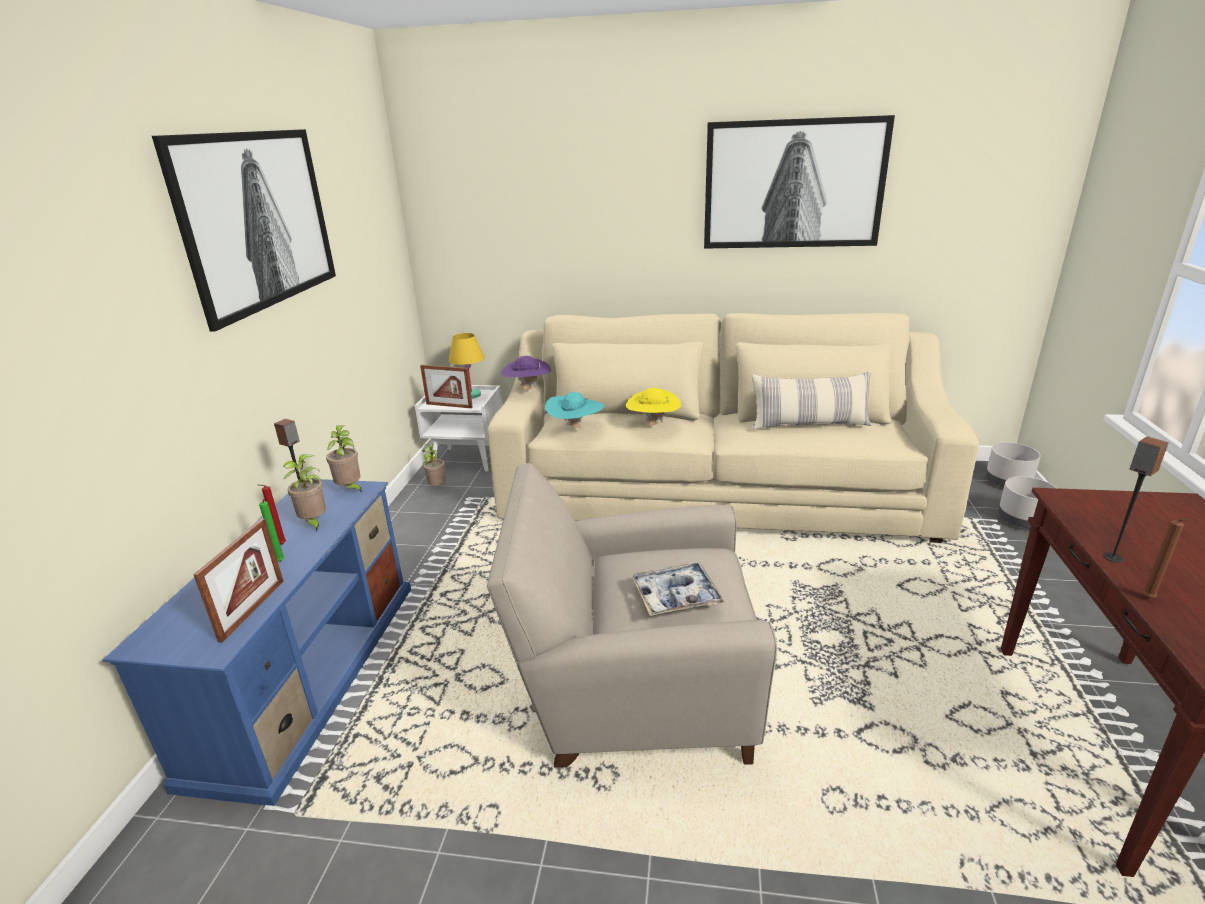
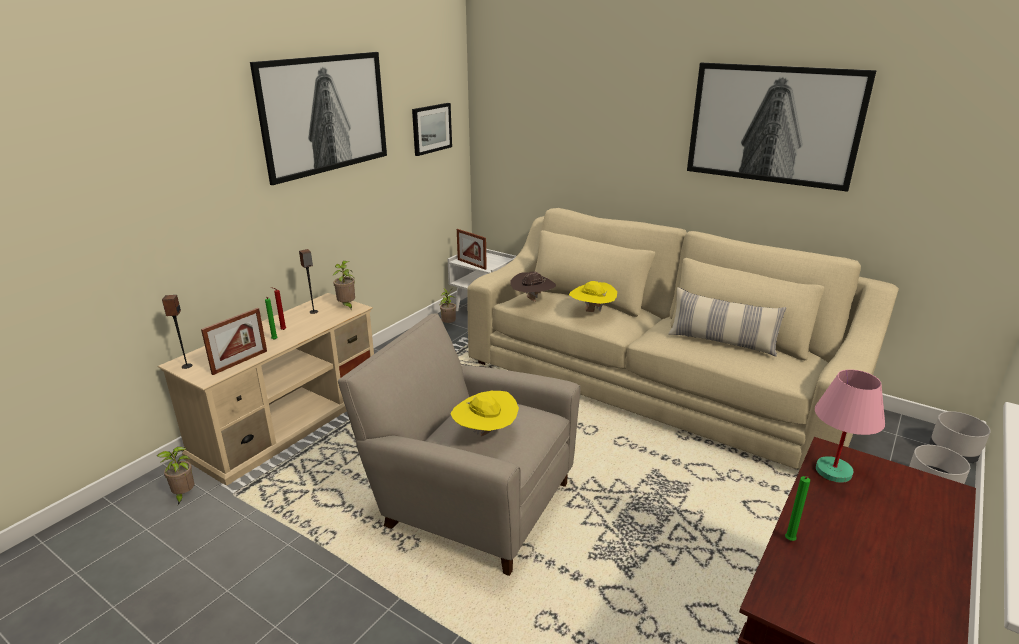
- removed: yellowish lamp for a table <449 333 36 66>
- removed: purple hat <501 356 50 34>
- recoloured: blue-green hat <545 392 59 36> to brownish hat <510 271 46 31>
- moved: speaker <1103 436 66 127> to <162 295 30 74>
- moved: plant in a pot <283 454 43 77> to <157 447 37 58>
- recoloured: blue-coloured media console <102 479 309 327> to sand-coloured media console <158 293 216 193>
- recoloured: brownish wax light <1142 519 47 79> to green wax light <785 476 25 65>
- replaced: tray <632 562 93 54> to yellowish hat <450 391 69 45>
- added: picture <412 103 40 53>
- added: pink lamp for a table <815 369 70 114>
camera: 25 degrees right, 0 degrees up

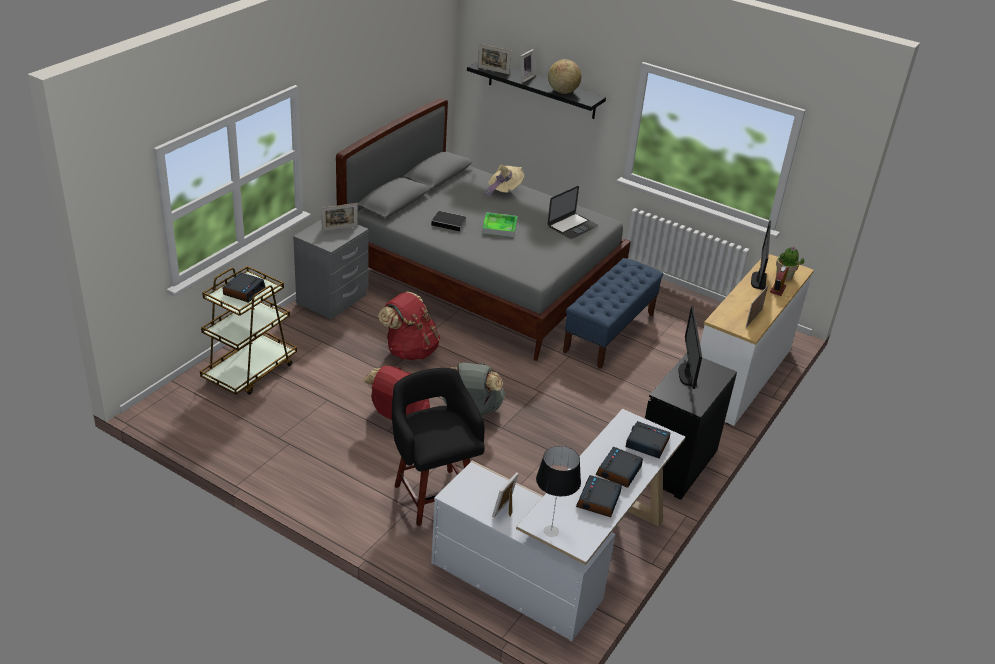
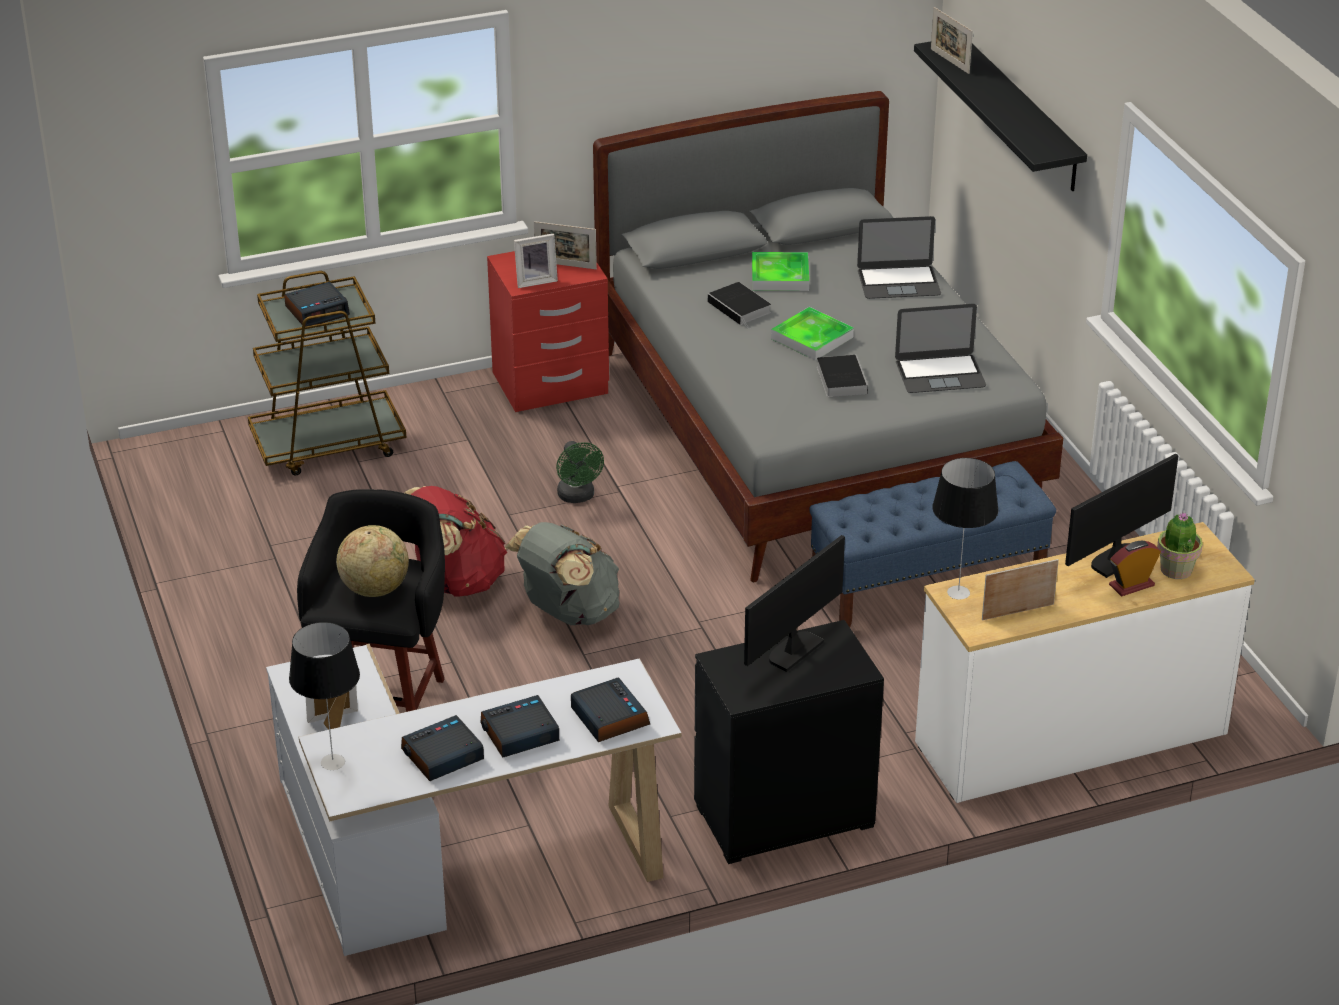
- moved: standing frame <521 49 14 34> to <514 233 44 55>
- moved: desk globe <548 59 33 35> to <336 525 73 72>
- replaced: sand-coloured hat <484 164 40 34> to notebook computer <857 216 84 83>
- recoloured: gray night table <293 220 76 99> to reddish night table <487 251 122 161>
- replaced: reddish backpack <378 291 62 69> to green fan <556 441 48 62>
- added: tray <752 252 57 39>
- added: book <817 355 51 42>
- added: lamp for a table <932 458 66 141>
camera: 40 degrees right, 0 degrees up

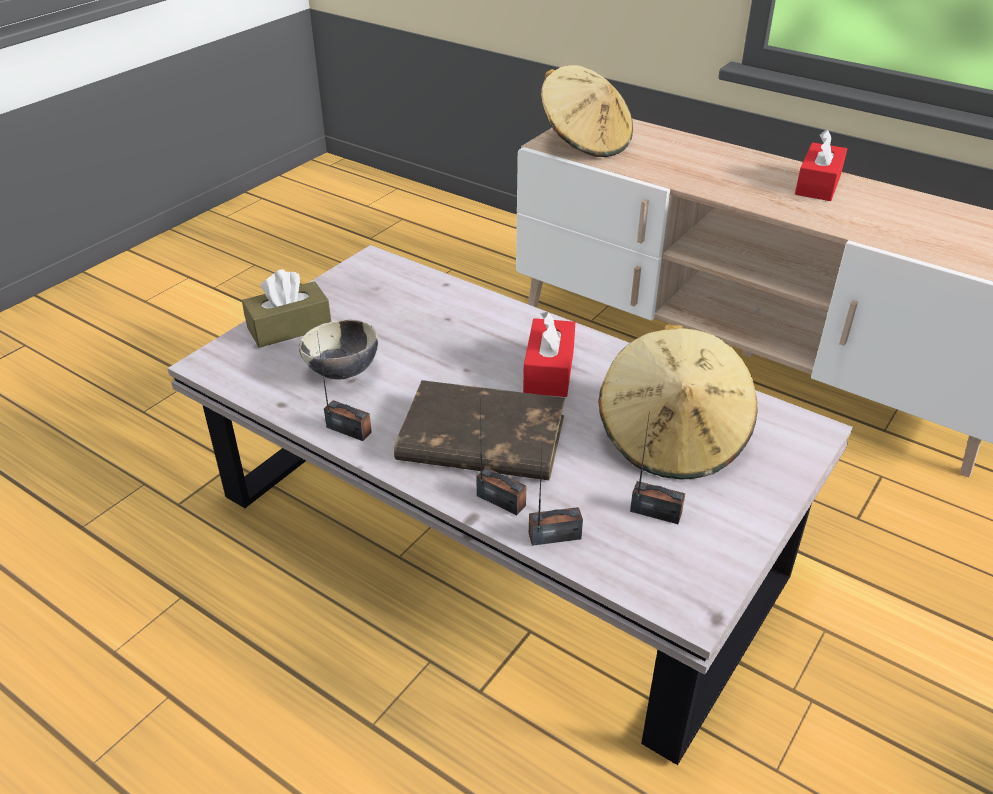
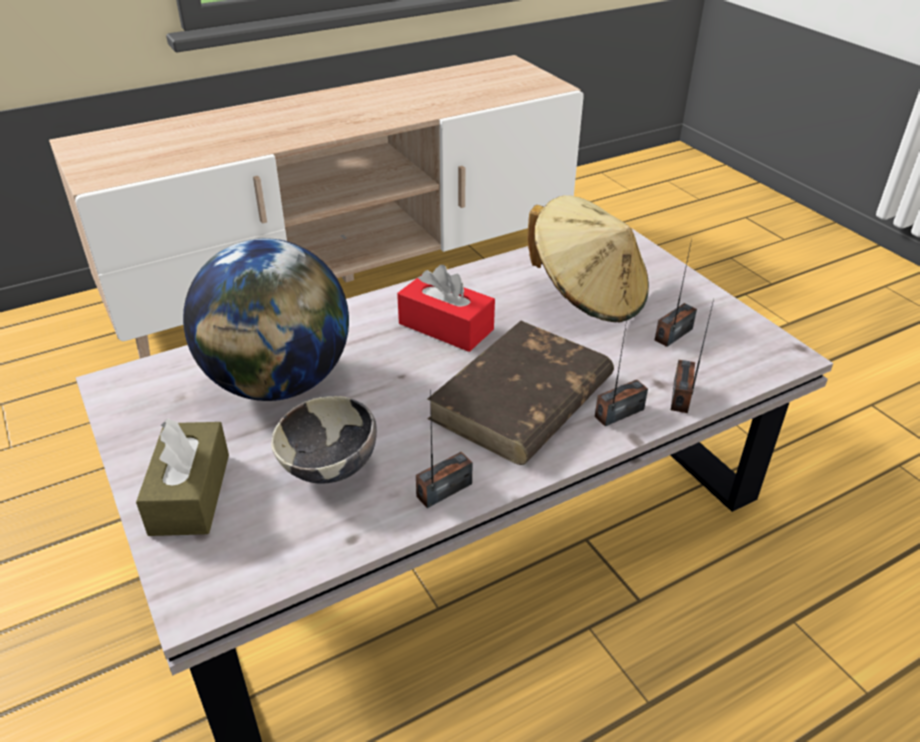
- removed: sand-coloured hat <541 65 92 92>
- removed: reddish tissue holder <795 129 52 72>
- added: desk globe <183 238 166 163>
camera: 65 degrees left, 0 degrees up

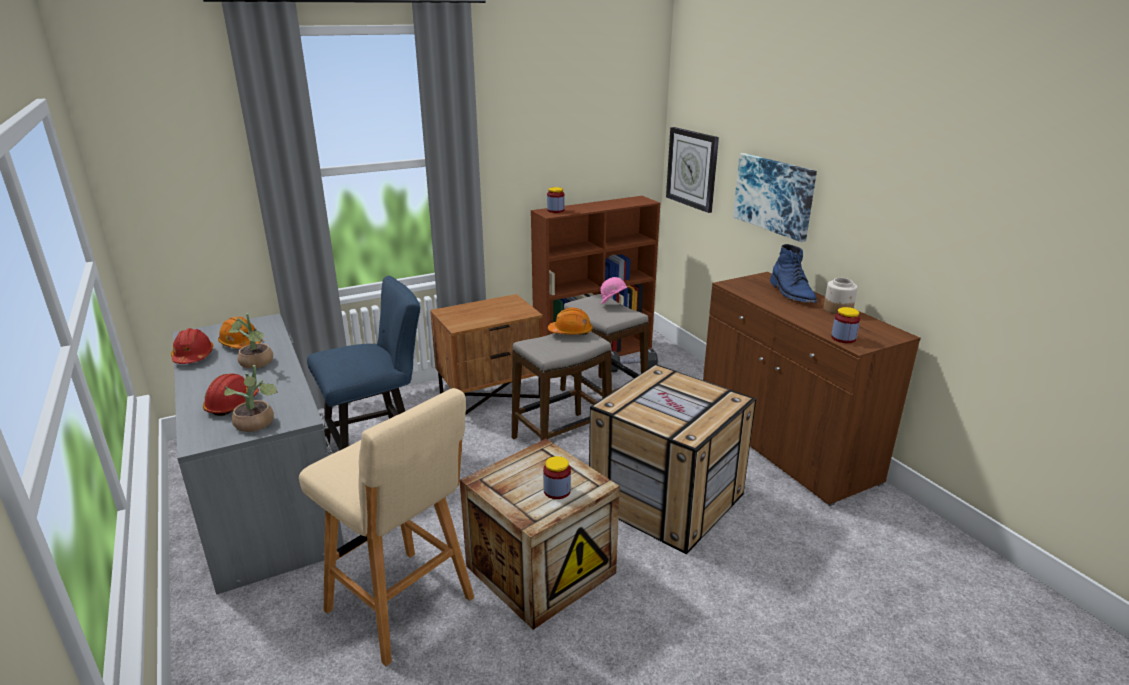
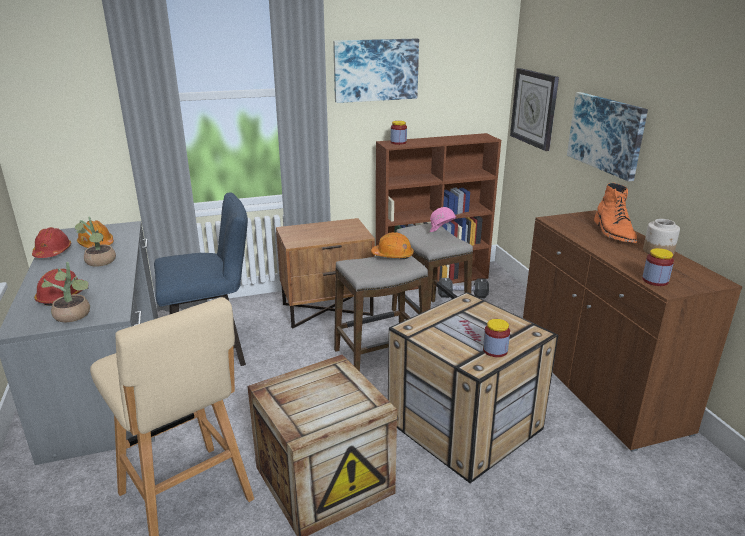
- recoloured: blue-coloured boot <770 244 47 59> to orange-coloured boot <594 183 43 60>
- moved: jar <543 456 28 43> to <483 319 27 38>
- added: picture <333 39 86 64>
camera: 10 degrees right, 0 degrees up

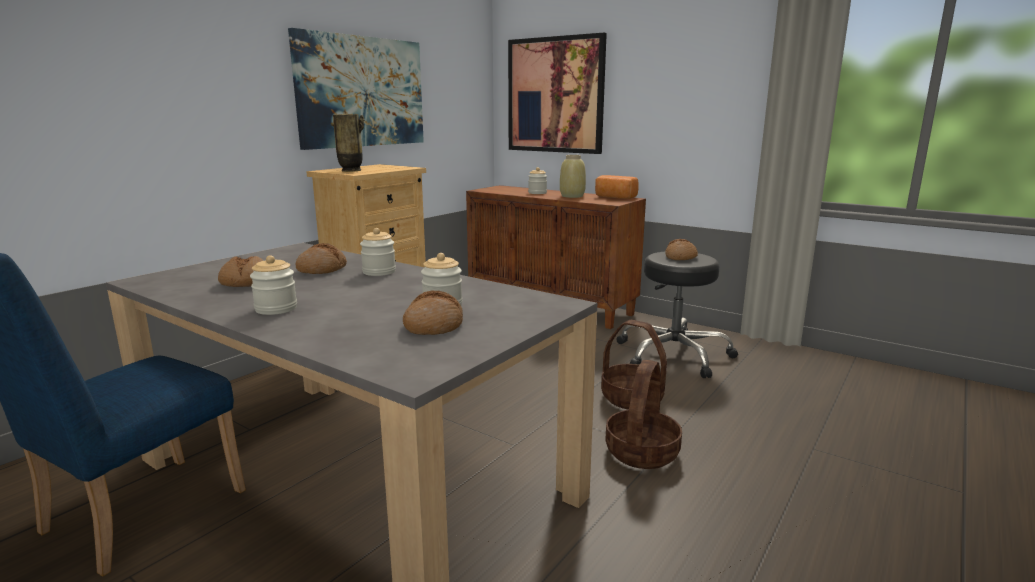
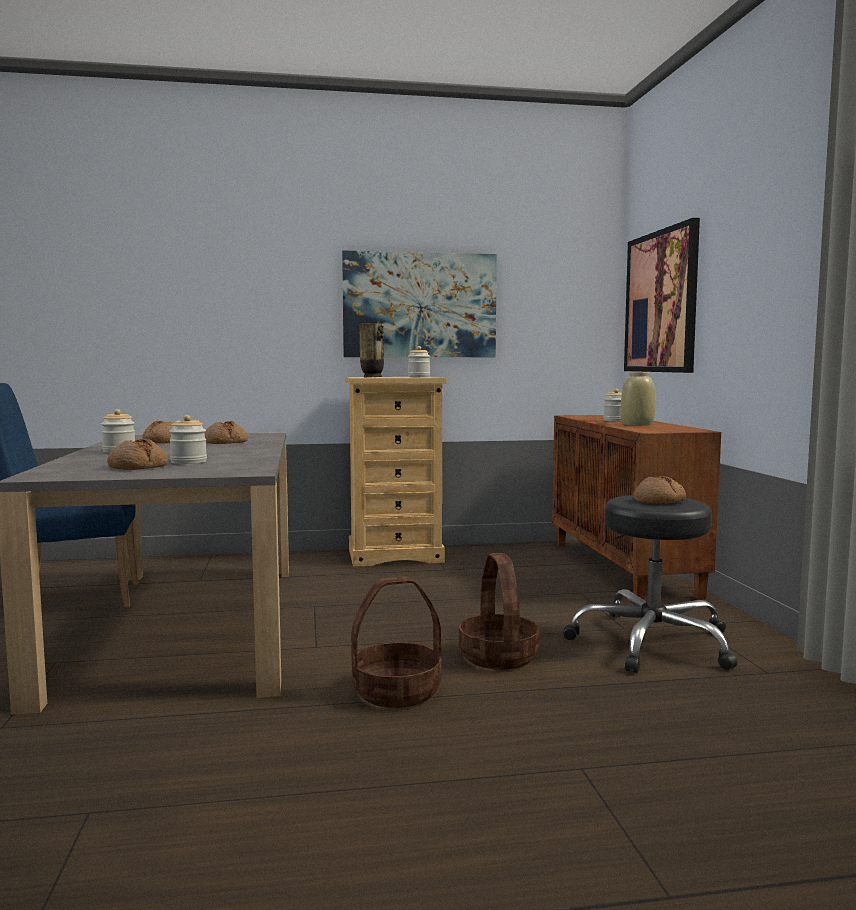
- removed: bread <595 175 44 24>
- moved: jar <360 228 36 48> to <408 346 22 31>
camera: 45 degrees right, 10 degrees down

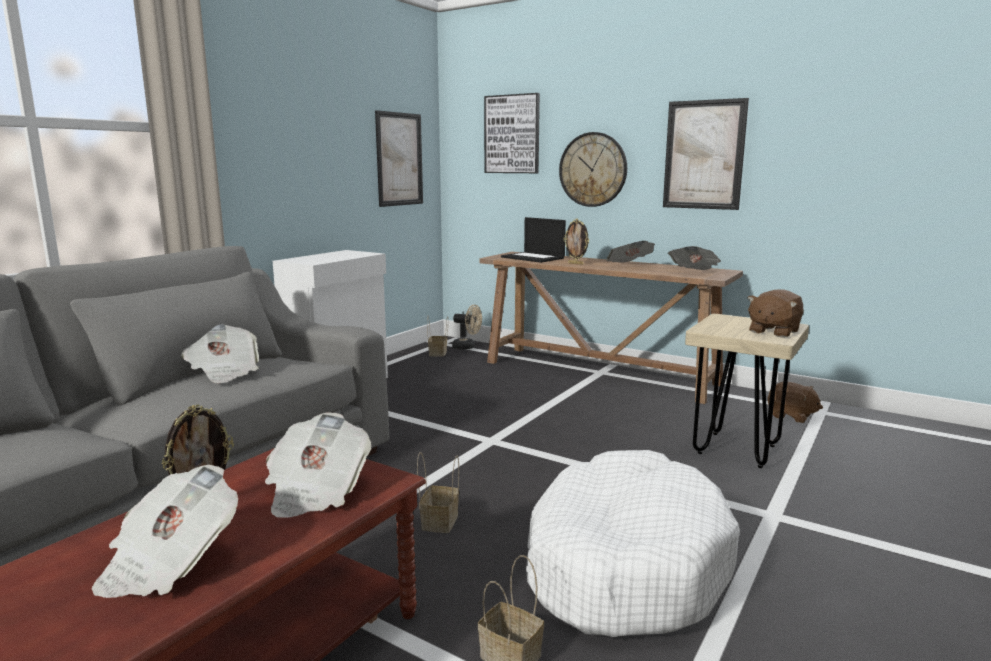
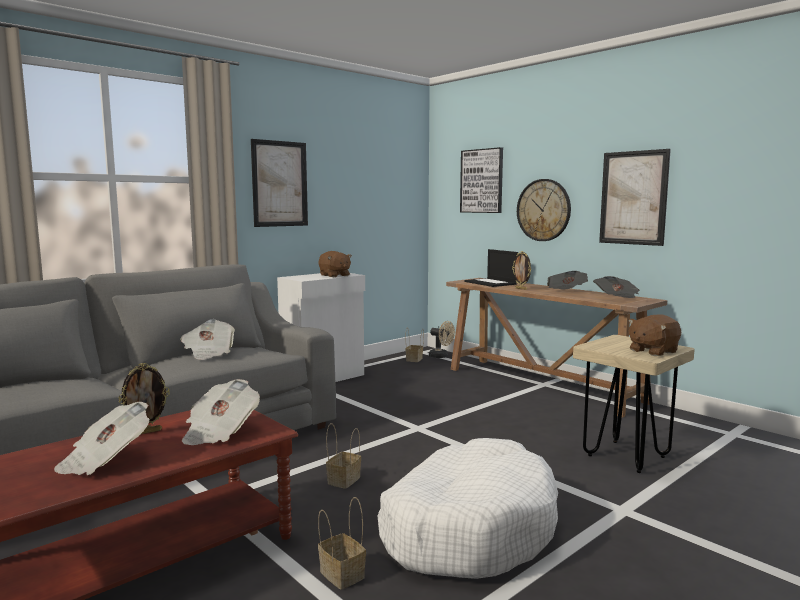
- moved: picture <375 110 48 97> to <251 139 57 88>
- moved: brownish plush toy <767 382 56 41> to <319 251 33 26>
camera: 15 degrees right, 5 degrees down

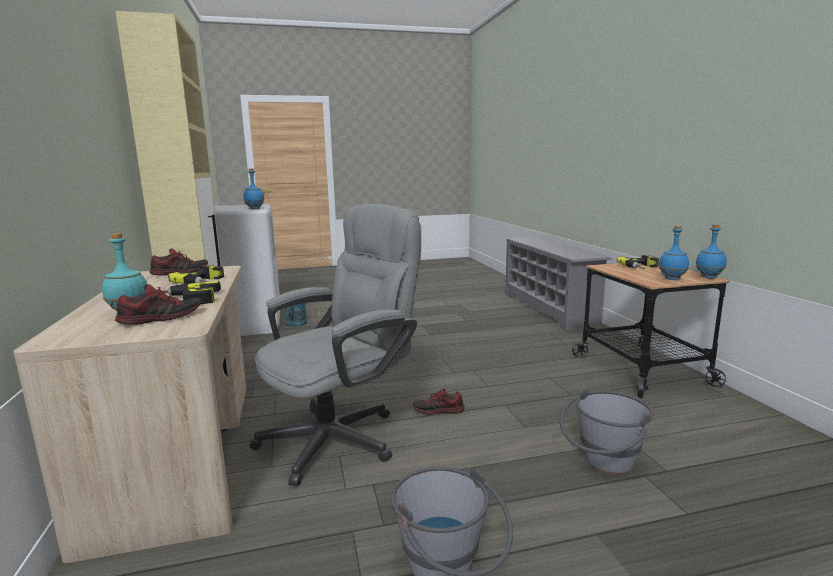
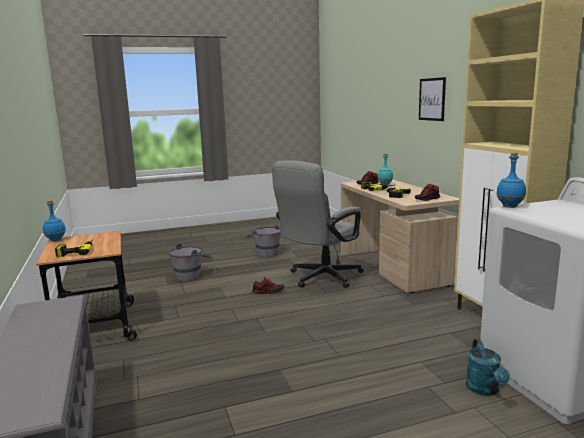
- removed: blue-coloured beverage bottle <659 226 30 54>
- added: picture <419 77 27 44>
camera: 175 degrees right, 0 degrees up

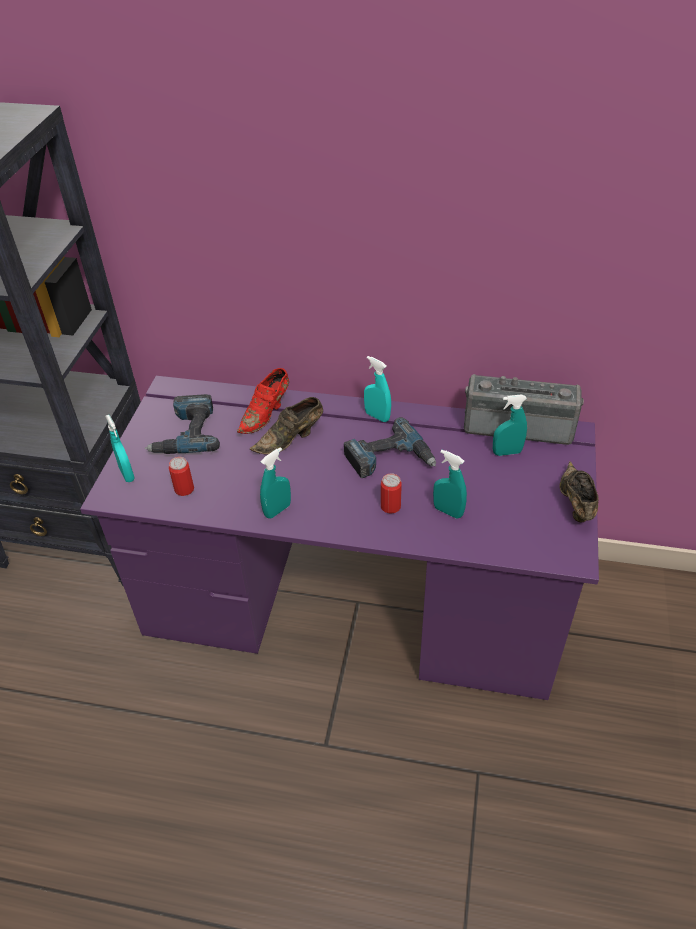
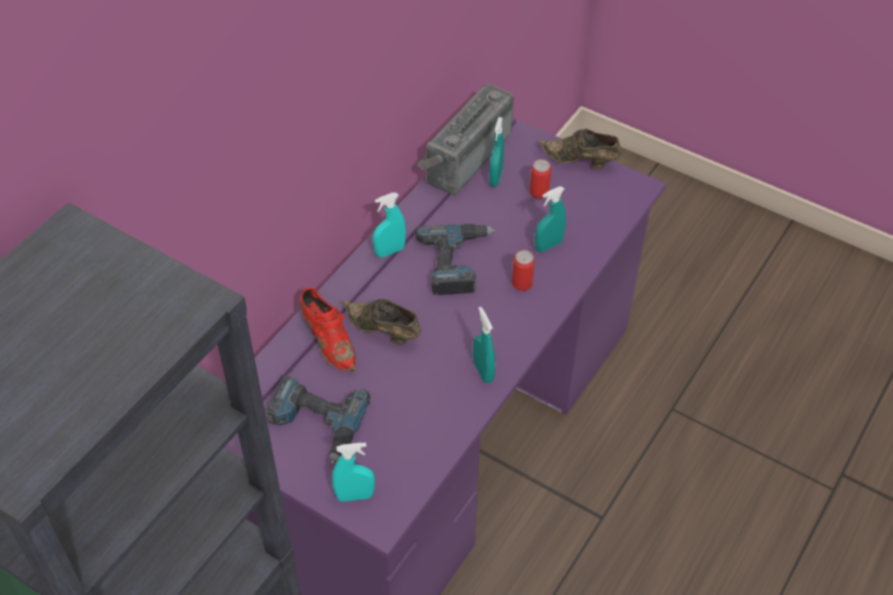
- turned: brownish shoe <250 397 73 58> = <342 299 79 46> 135 degrees clockwise
- moved: sealed can <169 457 25 39> to <530 159 21 40>
camera: 70 degrees left, 5 degrees up

